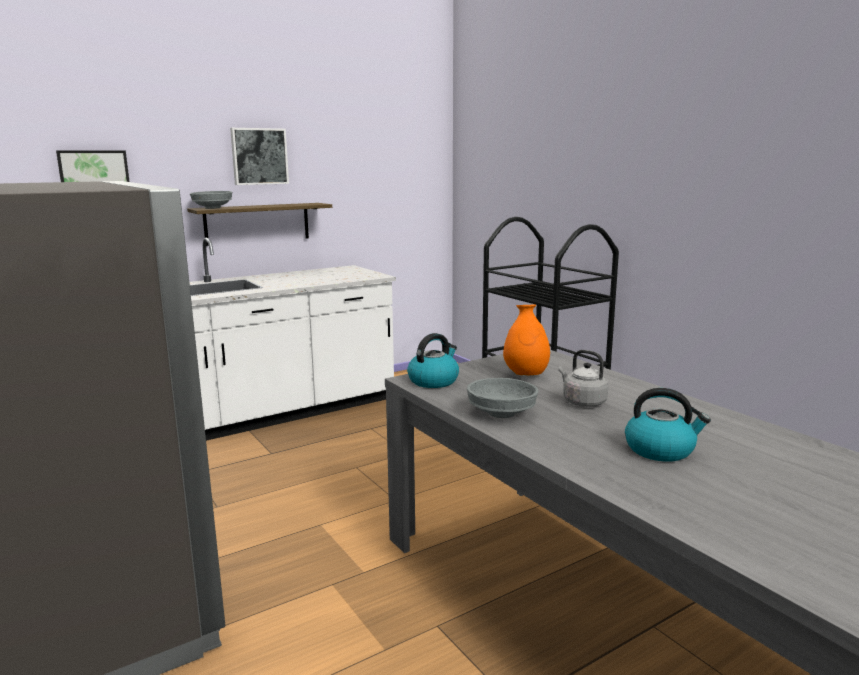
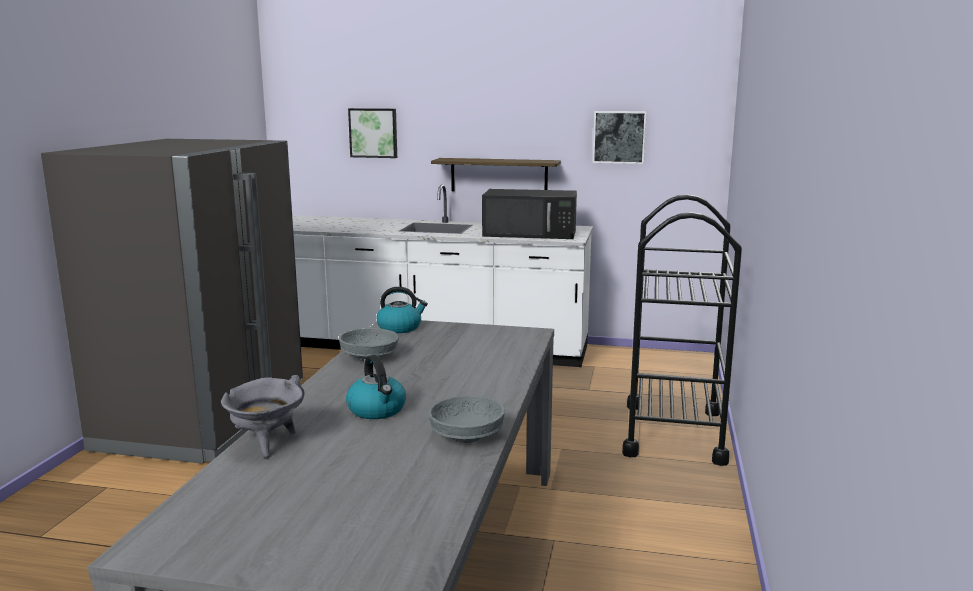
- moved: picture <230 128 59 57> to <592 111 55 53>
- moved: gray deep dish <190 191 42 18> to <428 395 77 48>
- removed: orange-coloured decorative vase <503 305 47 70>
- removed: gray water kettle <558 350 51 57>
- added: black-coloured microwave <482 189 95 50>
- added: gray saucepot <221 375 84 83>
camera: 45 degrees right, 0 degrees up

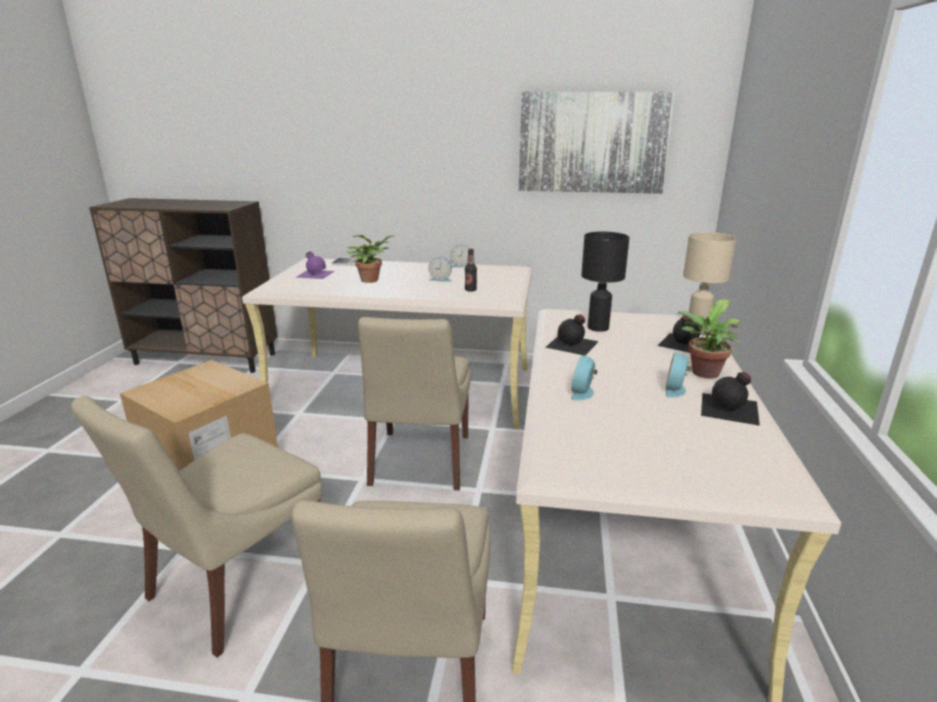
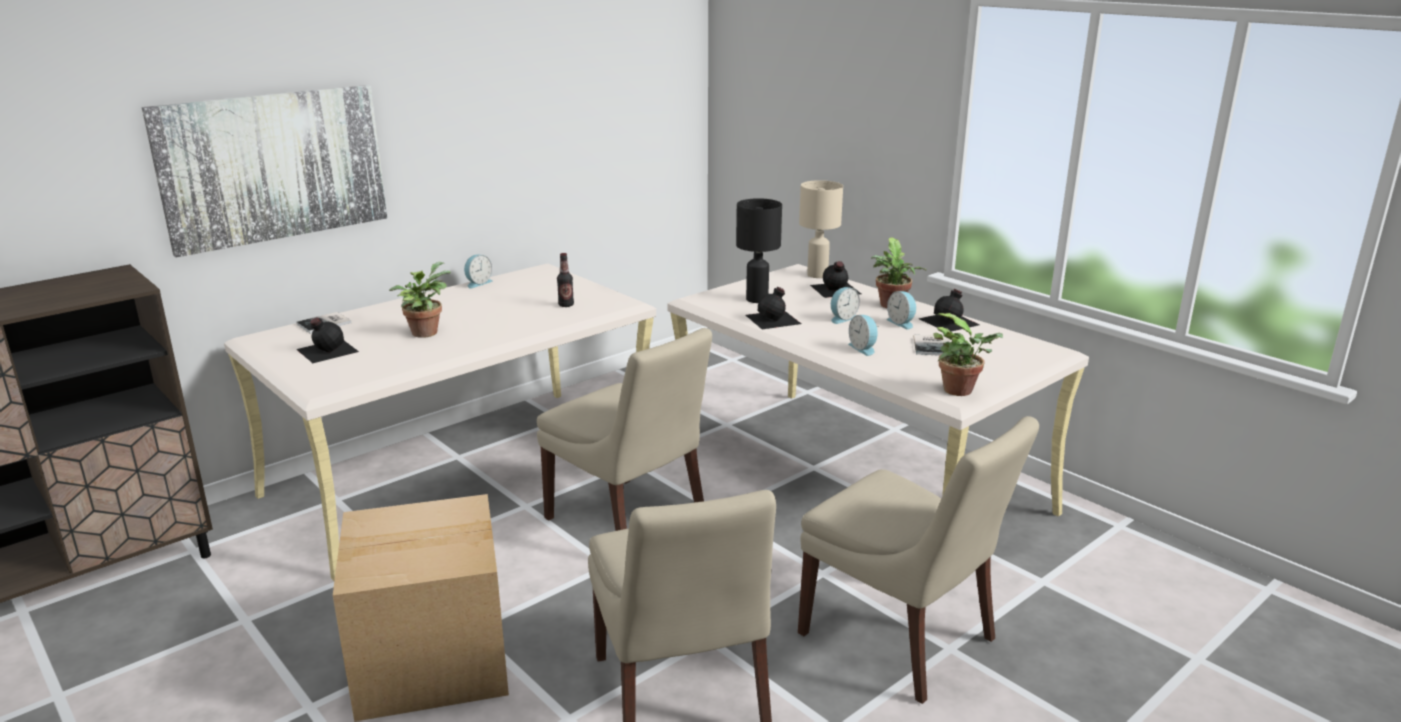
- moved: picture <519 92 156 102> to <142 85 245 172>
- recoloured: purple beverage bottle <295 251 40 28> to black-coloured beverage bottle <296 318 63 45>
- moved: table clock <428 257 24 25> to <831 287 29 37>
- added: plant in a pot <933 313 70 83>
- added: book <913 335 37 21>
camera: 50 degrees left, 0 degrees up

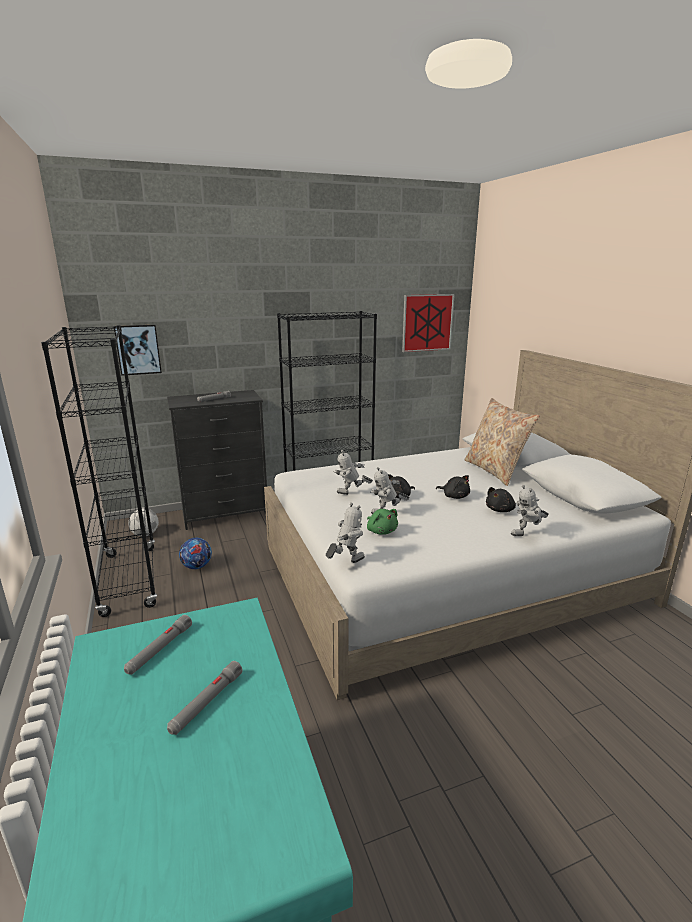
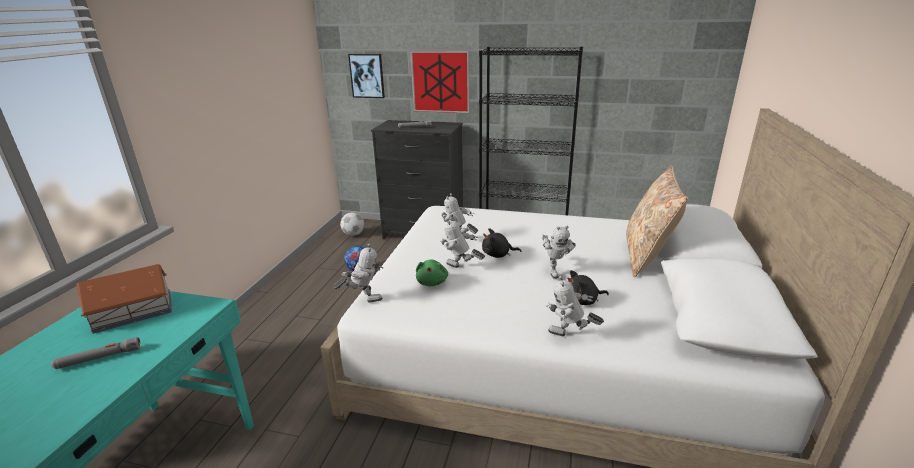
- moved: picture <402 294 53 58> to <410 51 60 62>
- removed: black-coloured bookcase <41 325 116 292>
- replaced: black-coloured plush toy <436 475 34 24> to toy robot <542 225 34 54>
- replaced: gray flashlight <124 615 68 60> to model house <76 264 96 70>
camera: 35 degrees right, 5 degrees up

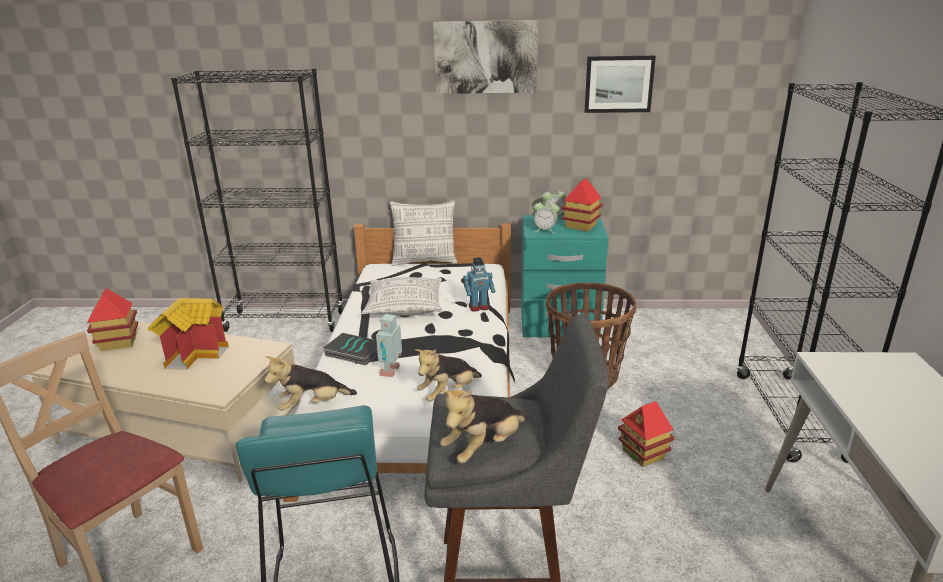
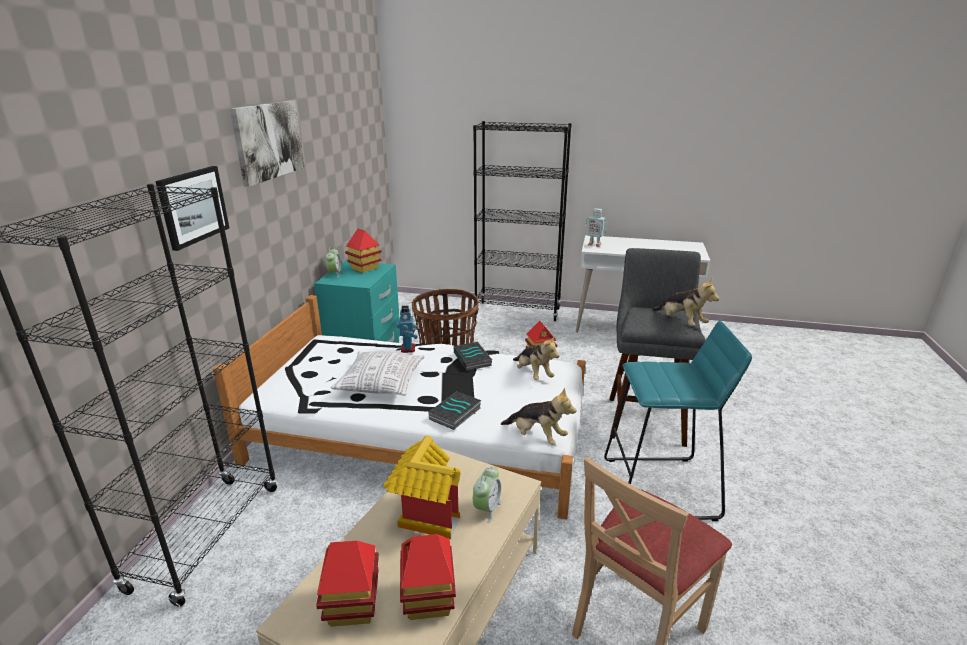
- moved: picture <585 56 71 57> to <155 166 74 85>
- moved: table clock <533 199 27 35> to <473 467 29 56>
- removed: cushion <390 200 67 66>
- moved: toy robot <376 314 26 63> to <585 208 22 39>
- turned: plush toy <264 356 93 55> = <501 387 75 58> 45 degrees counterclockwise
- added: book <453 342 39 29>
- added: model house <400 534 56 86>
camera: 80 degrees left, 0 degrees up

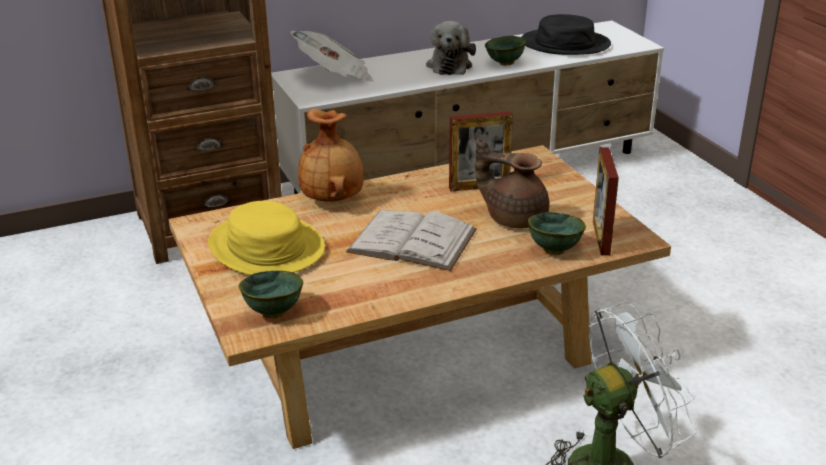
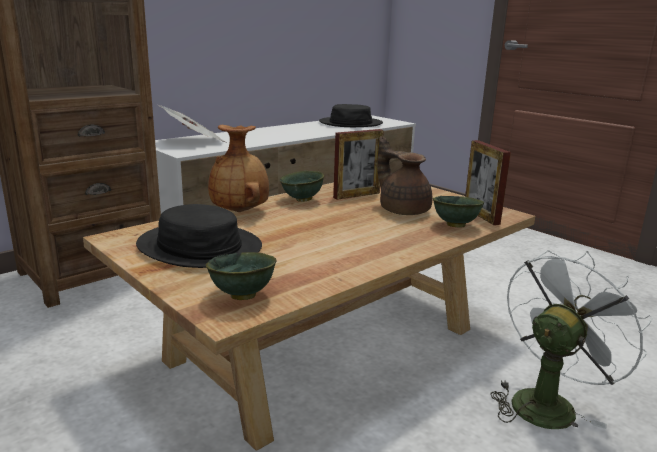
- removed: plush toy <426 21 50 54>
- moved: green deep dish <485 36 41 30> to <280 171 44 31>
- turned: brownish teapot <475 138 74 91> = <377 136 55 79> 45 degrees clockwise
- recoloured: yellowish hat <208 201 117 74> to black-coloured hat <136 204 126 64>
- removed: white book <346 210 131 61>
camera: 20 degrees left, 10 degrees down

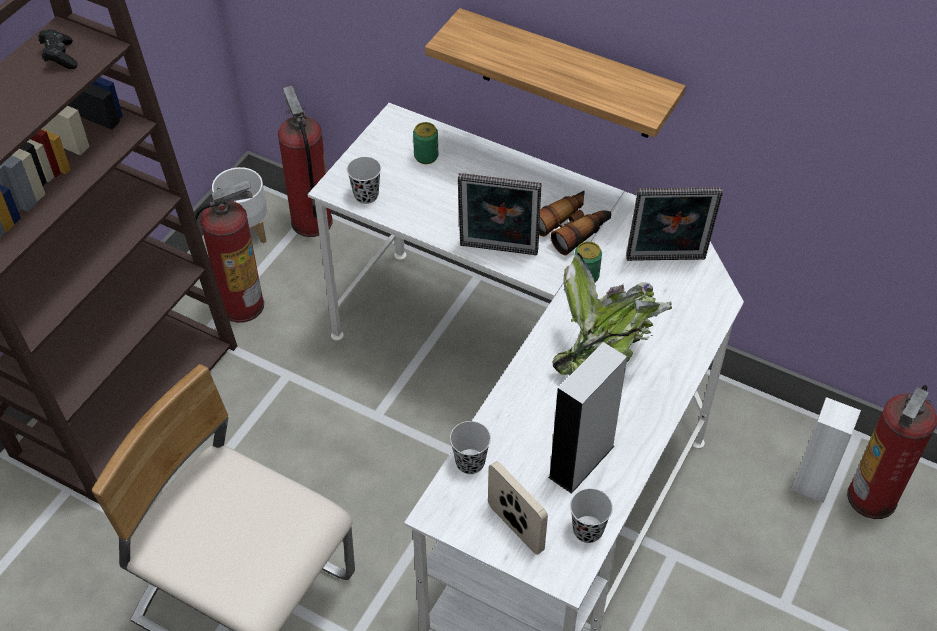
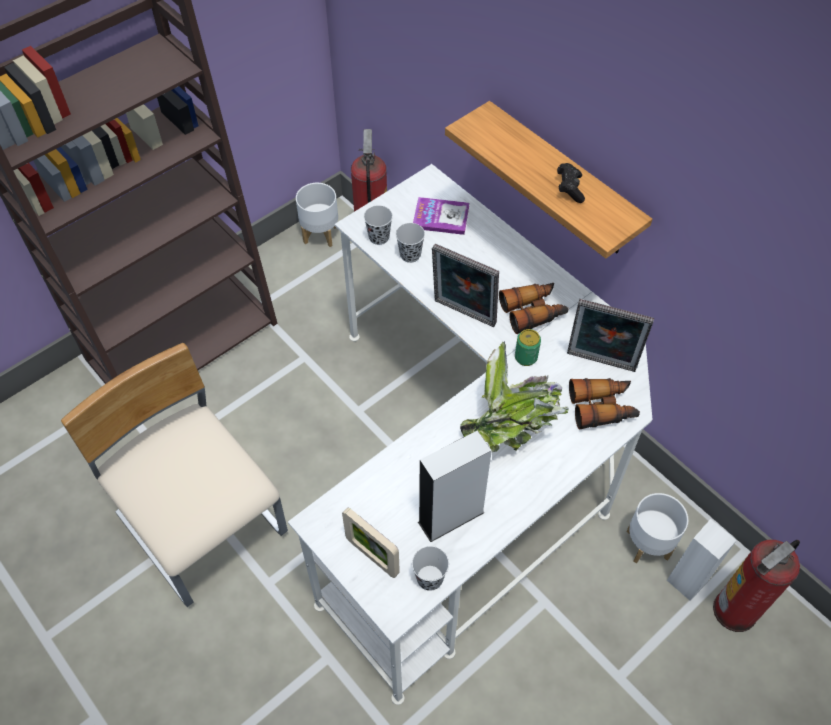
- moved: black-coloured gamepad <38 29 40 40> to <557 163 28 40>
- replaced: sealed can <413 122 25 42> to book <413 197 56 38>
- removed: extinguisher <195 180 69 143>
- moved: black-coloured small cup <450 421 41 53> to <396 223 29 40>
- turned: standing frame <488 461 60 94> = <342 508 58 70> 150 degrees clockwise
- added: field glasses <569 378 71 52>
- added: white plant pot <626 493 62 70>
camera: 20 degrees right, 5 degrees up

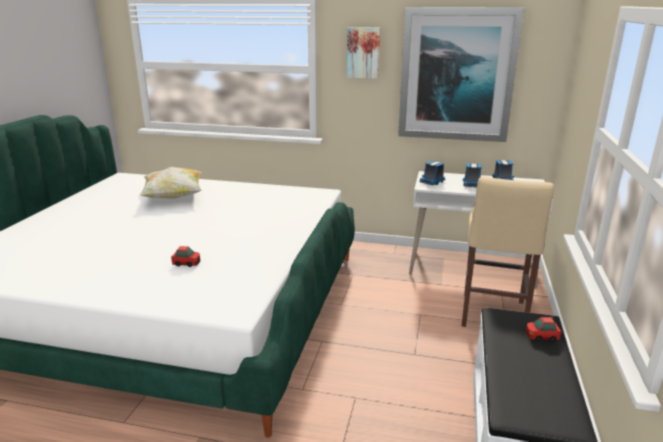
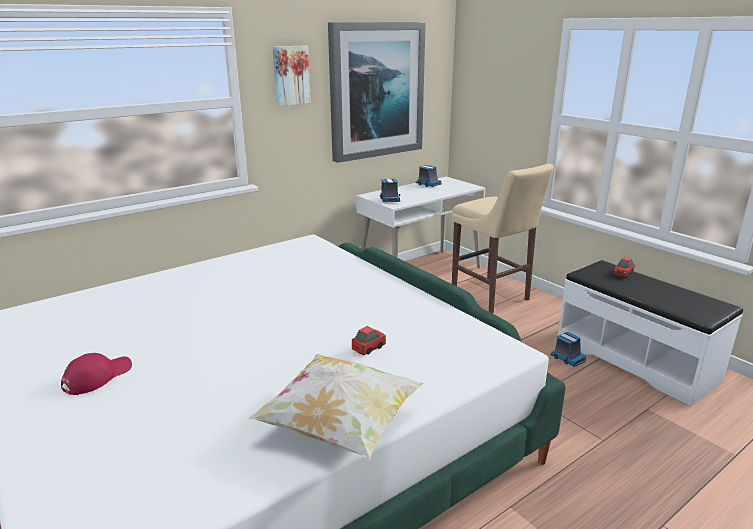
- moved: toy truck <463 163 19 24> to <550 332 36 35>
- moved: cushion <140 167 62 32> to <249 354 174 105>
- added: reddish baseball cap <61 353 71 42>
camera: 50 degrees left, 0 degrees up

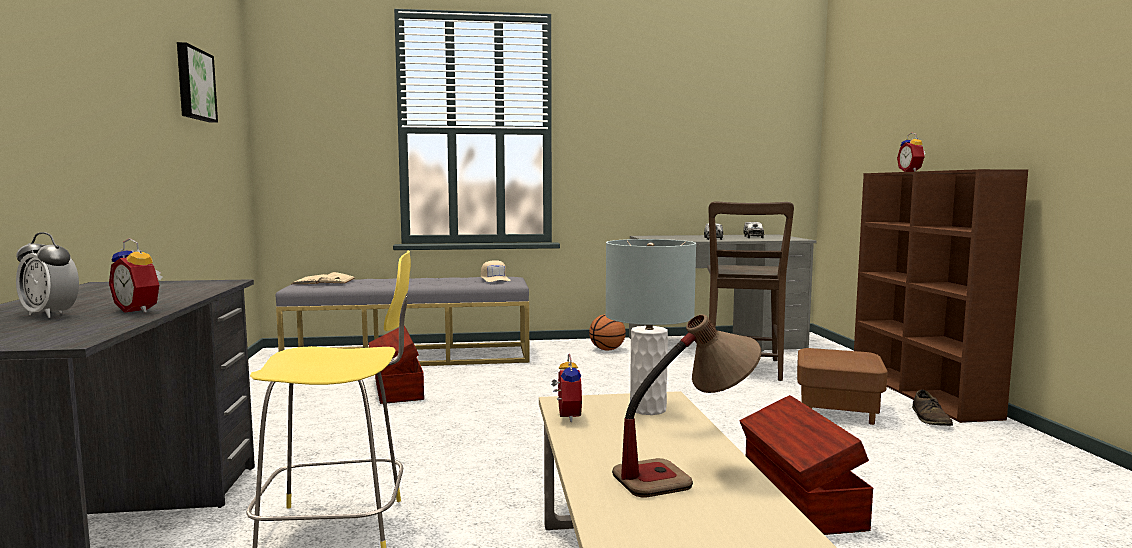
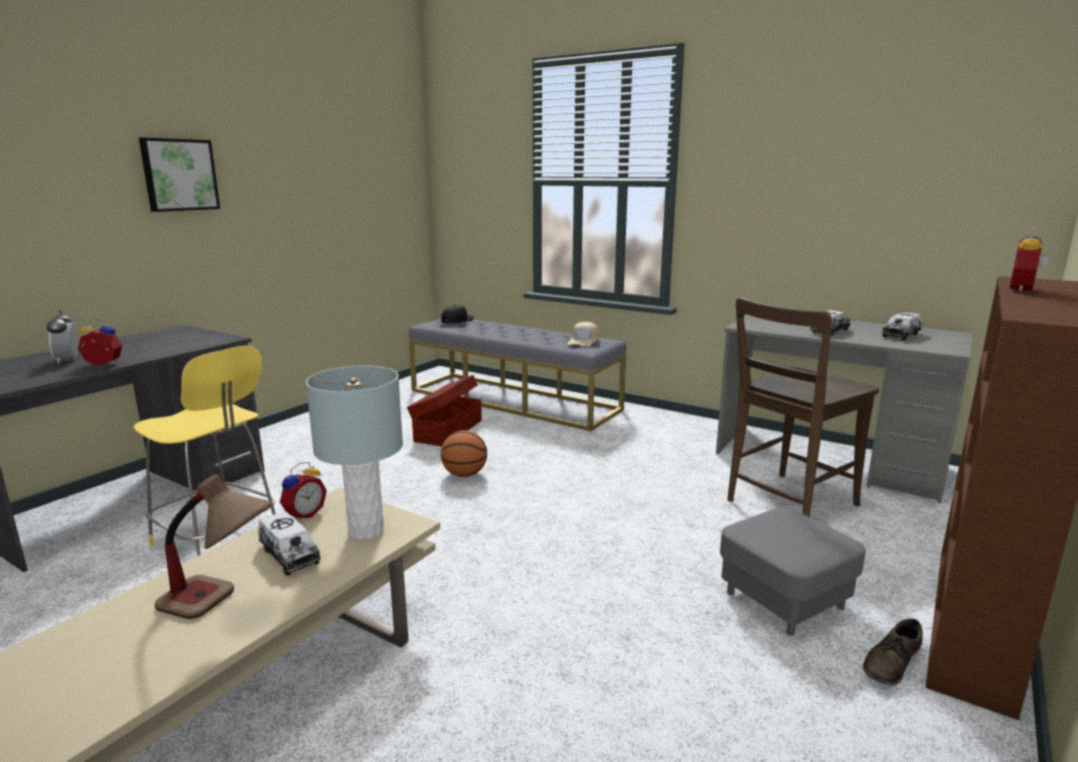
- moved: picture <177 42 41 81> to <139 137 81 75>
- turned: table clock <109 238 53 75> = <78 318 44 48> 105 degrees clockwise
- replaced: sand-coloured book <292 272 62 12> to black-coloured baseball cap <441 305 33 19>
- moved: ball for basketball <589 314 37 37> to <441 430 46 47>
- recoloured: brownish pouffe <797 348 91 77> to gray pouffe <720 507 146 129>
- removed: brownish storage bin <739 395 134 140>
- added: toy truck <258 511 63 65>
camera: 40 degrees right, 10 degrees up

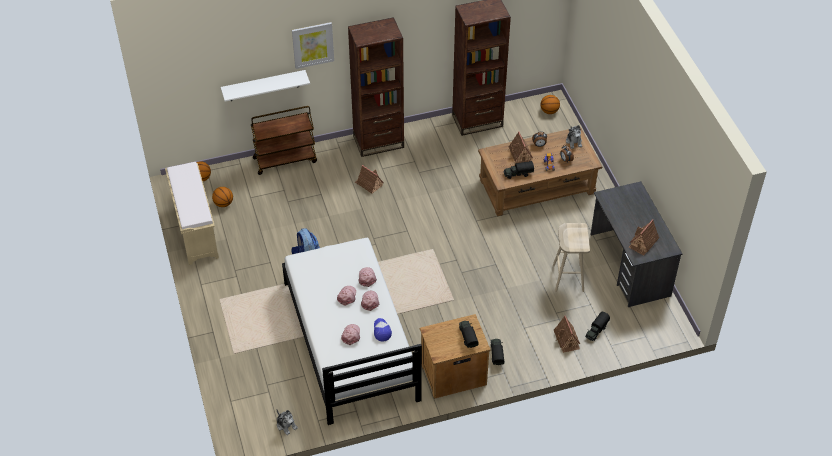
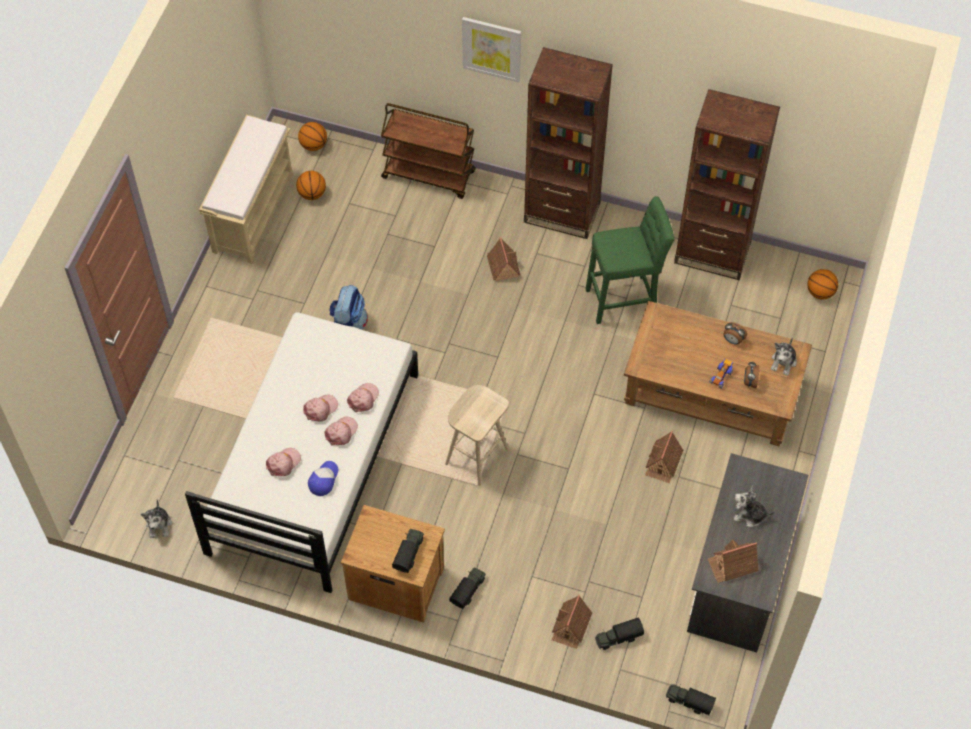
- removed: white shelf <221 70 89 32>
- moved: model house <509 131 24 32> to <645 431 38 52>
- moved: toy truck <504 161 30 18> to <666 684 50 31>
- moved: sand-coloured stool seat <553 223 37 69> to <445 385 64 101>
- added: green stool seat <586 196 89 128>
- added: plush toy <733 486 41 41>
camera: 35 degrees right, 10 degrees up

